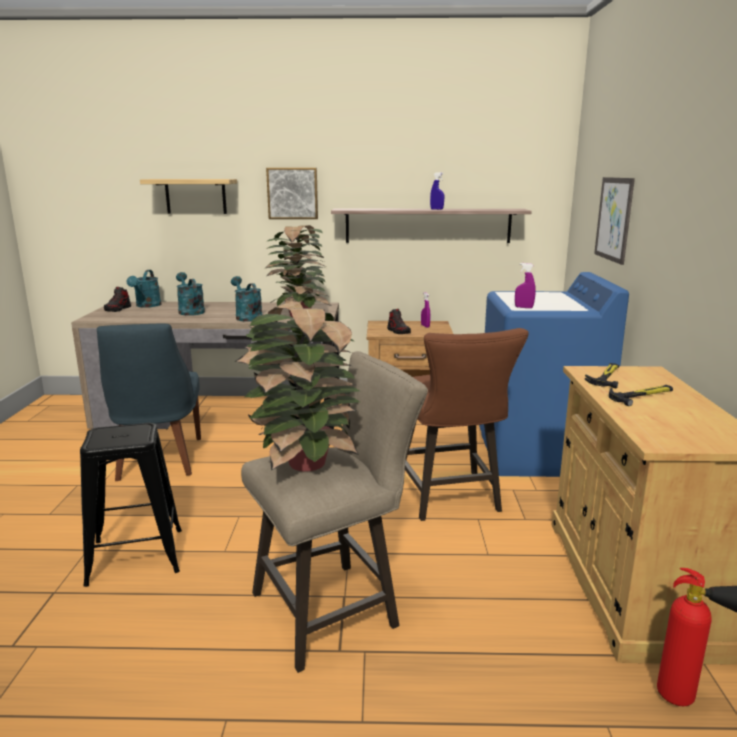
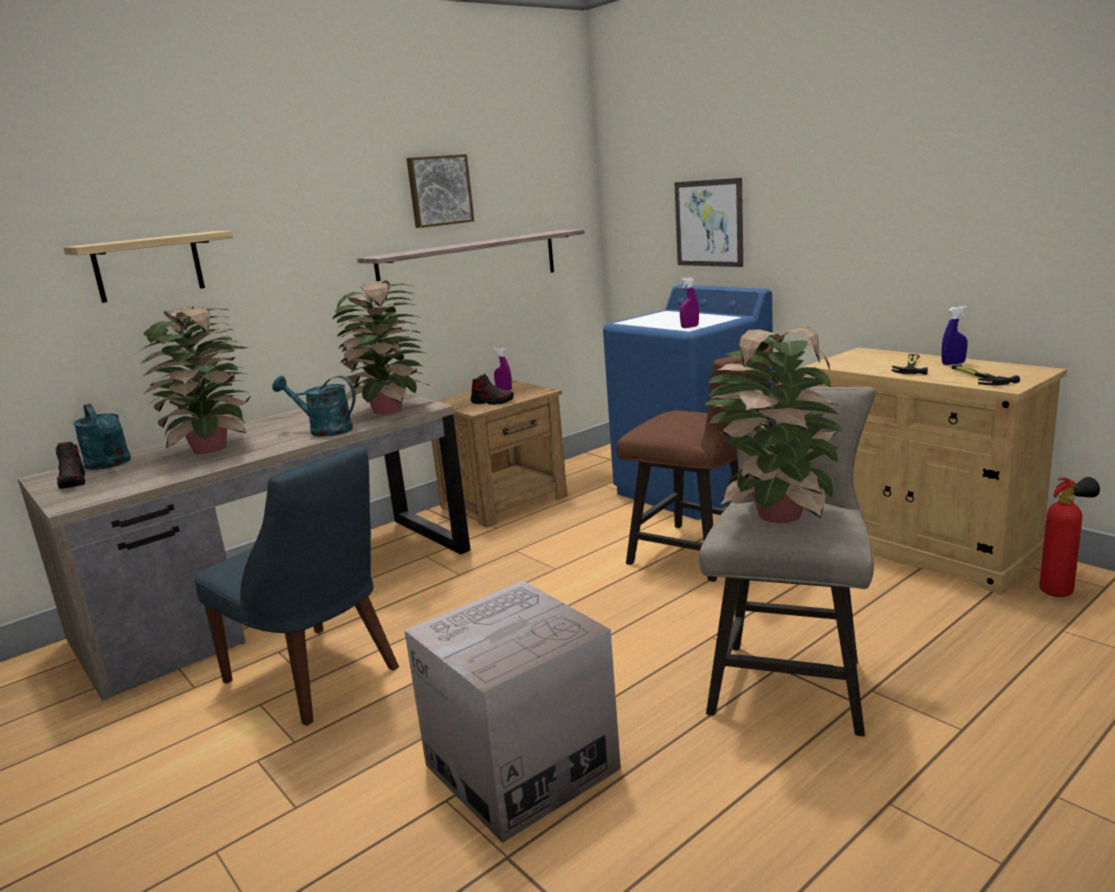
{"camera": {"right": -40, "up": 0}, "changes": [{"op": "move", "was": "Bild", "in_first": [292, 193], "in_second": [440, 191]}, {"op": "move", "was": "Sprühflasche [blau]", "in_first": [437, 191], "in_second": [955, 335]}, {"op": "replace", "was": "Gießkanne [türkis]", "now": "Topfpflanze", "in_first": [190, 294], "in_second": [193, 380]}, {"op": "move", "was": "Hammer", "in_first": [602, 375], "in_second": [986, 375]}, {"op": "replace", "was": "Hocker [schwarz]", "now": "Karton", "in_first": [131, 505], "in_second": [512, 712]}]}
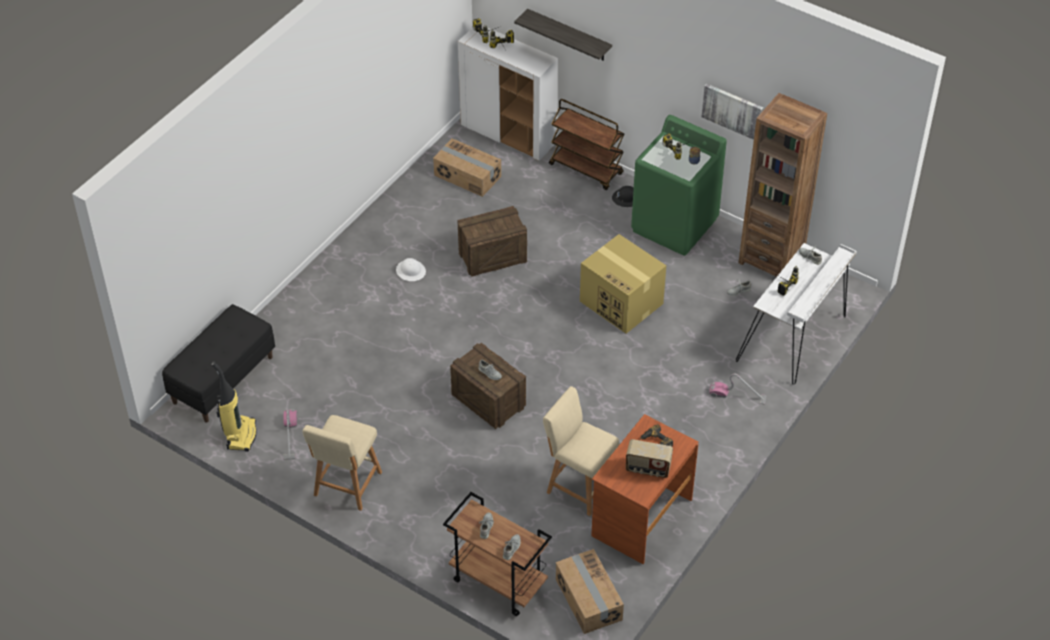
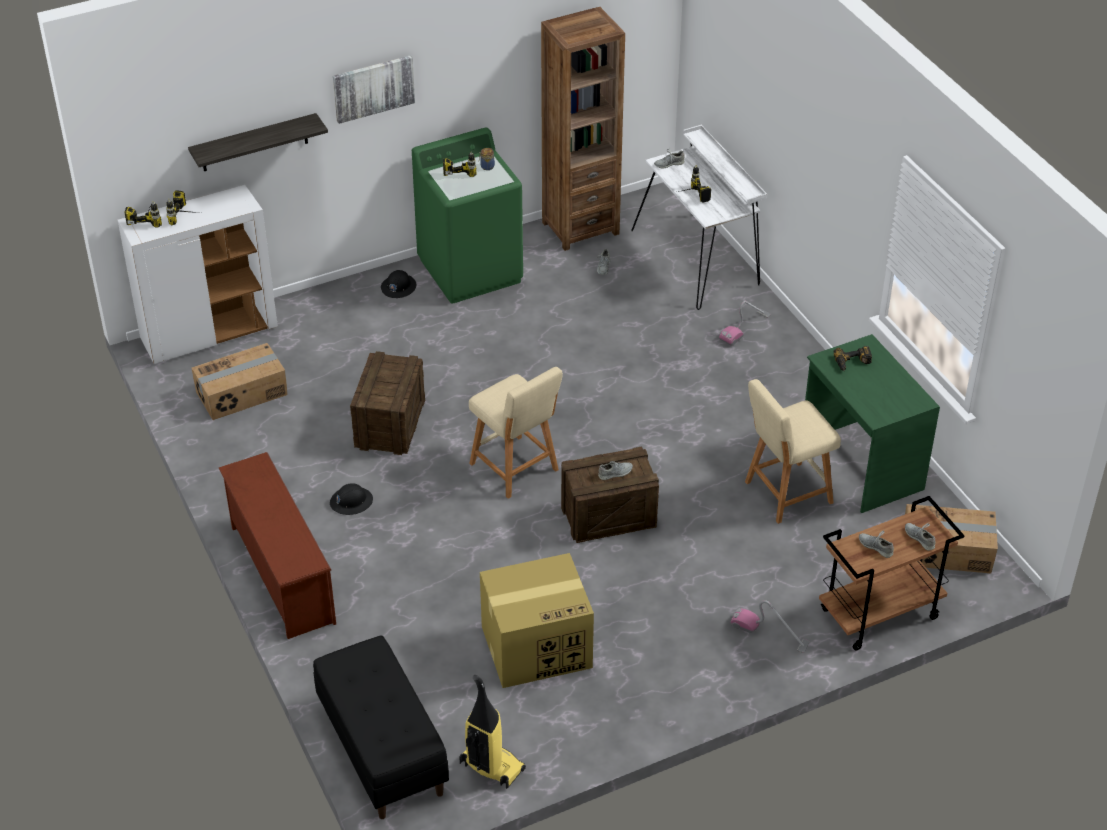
{"camera": {"right": -60, "up": -5}, "changes": [{"op": "move", "was": "Bild", "in_first": [732, 112], "in_second": [374, 89]}, {"op": "delete", "was": "Rollwagen [braun]", "in_first": [586, 144]}, {"op": "move", "was": "Karton", "in_first": [623, 284], "in_second": [537, 620]}, {"op": "recolor", "was": "Schutzhelm [weiß]", "now": "Schutzhelm [schwarz]", "in_first": [411, 269], "in_second": [351, 499]}, {"op": "move", "was": "Staubsauger", "in_first": [290, 434], "in_second": [770, 626]}, {"op": "recolor", "was": "Schreibtisch [braun]", "now": "Schreibtisch [grün]", "in_first": [644, 489], "in_second": [872, 423]}, {"op": "move", "was": "Hocker [beige]", "in_first": [342, 463], "in_second": [516, 433]}, {"op": "delete", "was": "Radio", "in_first": [649, 458]}, {"op": "insert", "now": "Schuhregal [braun]", "in_second": [277, 545]}]}
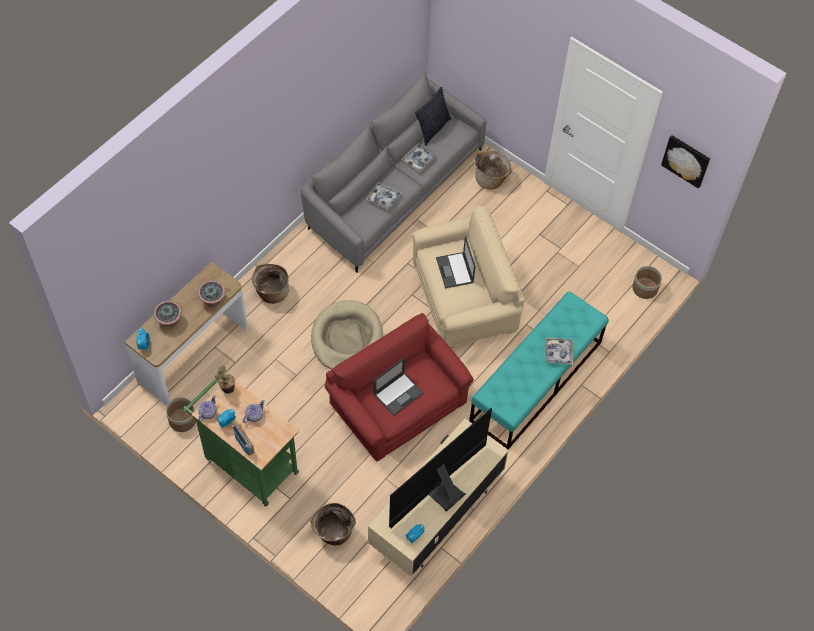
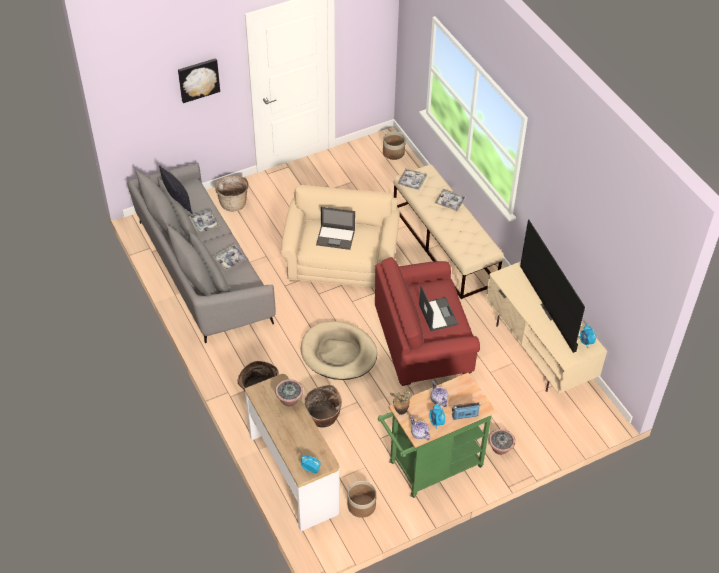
{"camera": {"right": -65, "up": -10}, "changes": [{"op": "move", "was": "Bild", "in_first": [685, 162], "in_second": [199, 80]}, {"op": "recolor", "was": "Bank [türkis]", "now": "Bank [beige]", "in_first": [539, 370], "in_second": [448, 231]}, {"op": "move", "was": "Topfpflanze", "in_first": [168, 314], "in_second": [502, 442]}, {"op": "move", "was": "Korb", "in_first": [333, 524], "in_second": [323, 406]}, {"op": "insert", "now": "Tablett", "in_second": [412, 179]}]}
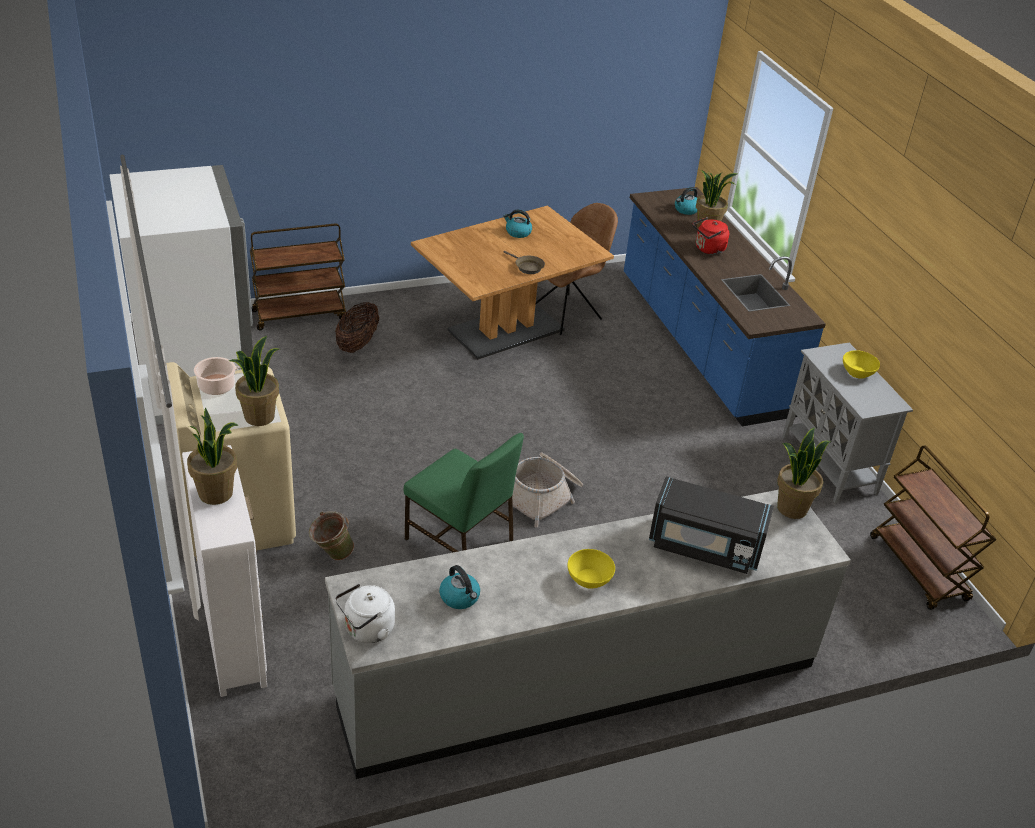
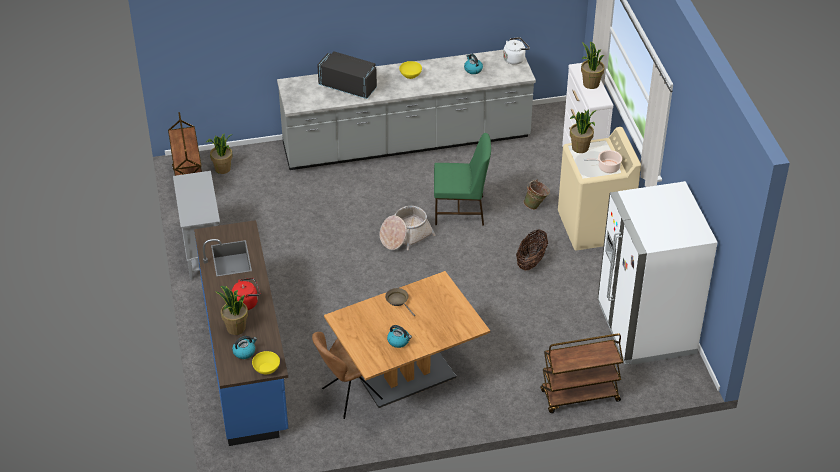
{"camera": {"right": -170, "up": 5}, "changes": [{"op": "move", "was": "Korb", "in_first": [357, 327], "in_second": [532, 249]}, {"op": "move", "was": "Schüssel [gelb]", "in_first": [861, 364], "in_second": [266, 362]}, {"op": "move", "was": "Topfpflanze", "in_first": [803, 473], "in_second": [219, 153]}, {"op": "rotate", "was": "Stuhl [grün]", "in_first": [464, 492], "in_second": [462, 179], "clockwise": 135}]}
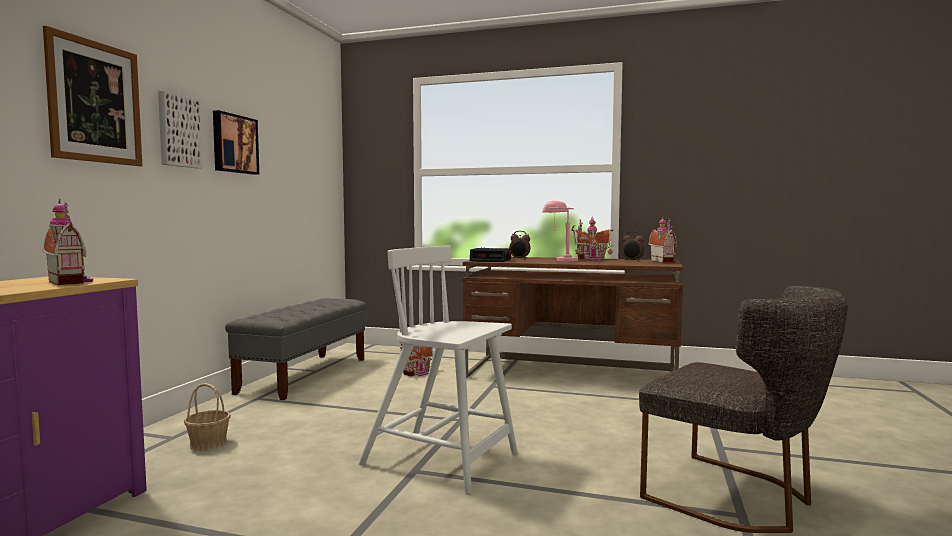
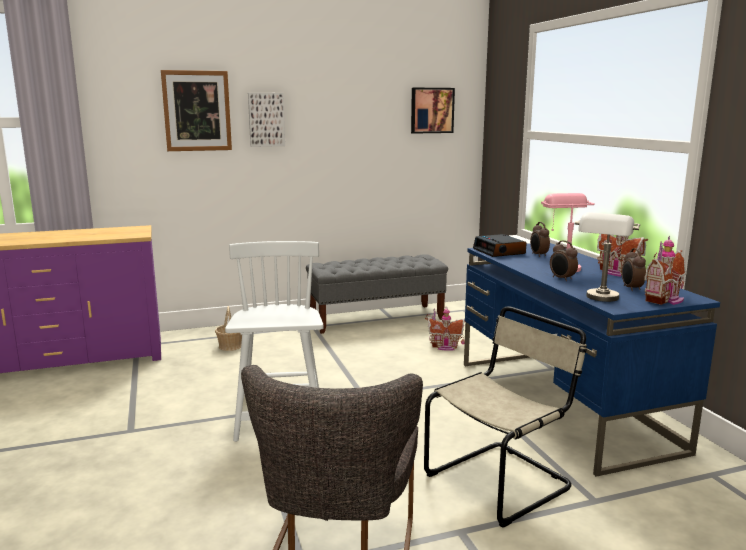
{"camera": {"right": 55, "up": 10}, "changes": [{"op": "move", "was": "Bild", "in_first": [236, 142], "in_second": [433, 111]}, {"op": "delete", "was": "Spielzeughaus", "in_first": [68, 241]}, {"op": "recolor", "was": "Schreibtisch [braun]", "now": "Schreibtisch [blau]", "in_first": [573, 317], "in_second": [592, 360]}, {"op": "insert", "now": "Tischlampe [grau]", "in_second": [607, 257]}, {"op": "insert", "now": "Wecker", "in_second": [564, 260]}, {"op": "insert", "now": "Stuhl [beige]", "in_second": [505, 417]}]}
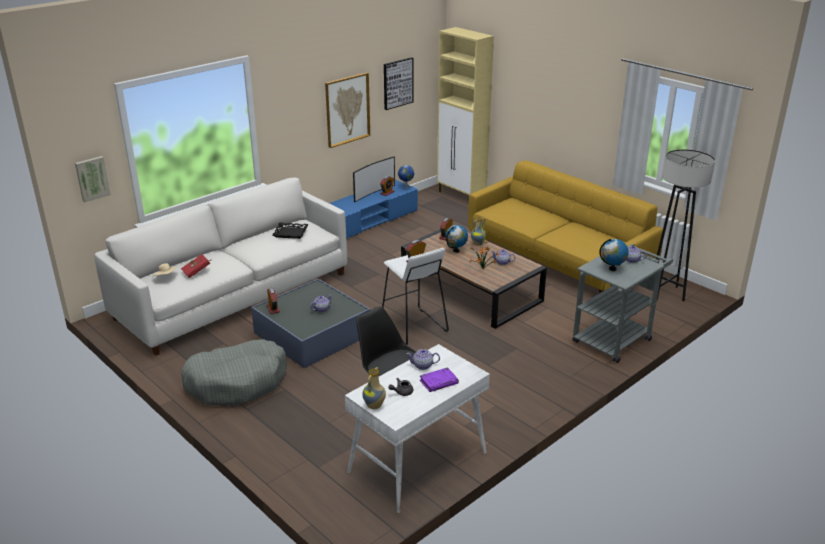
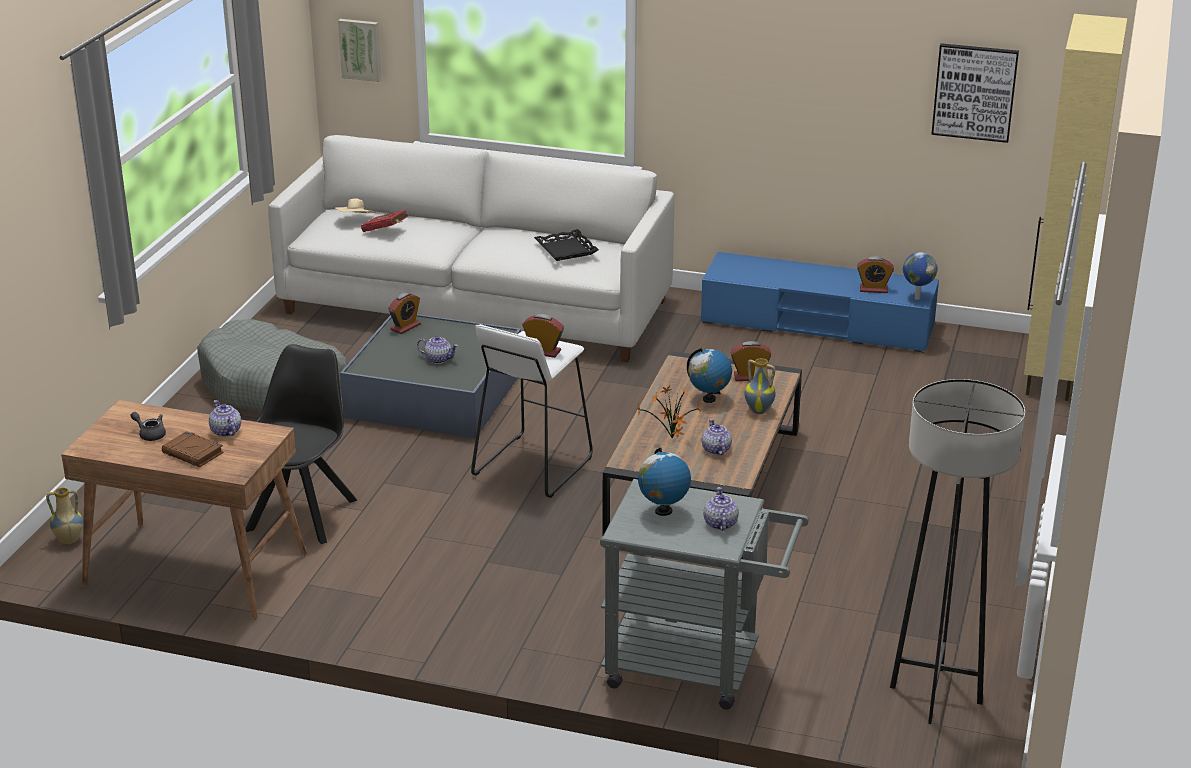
{"camera": {"right": 60, "up": 0}, "changes": [{"op": "delete", "was": "Bild", "in_first": [347, 110]}, {"op": "delete", "was": "Fernseher", "in_first": [374, 179]}, {"op": "delete", "was": "Sofa [gelb]", "in_first": [565, 227]}, {"op": "recolor", "was": "Schreibtisch [weiß]", "now": "Schreibtisch [braun]", "in_first": [417, 428], "in_second": [184, 510]}, {"op": "move", "was": "Vase", "in_first": [374, 388], "in_second": [64, 516]}, {"op": "recolor", "was": "Buch [lila]", "now": "Buch [braun]", "in_first": [439, 379], "in_second": [193, 449]}]}
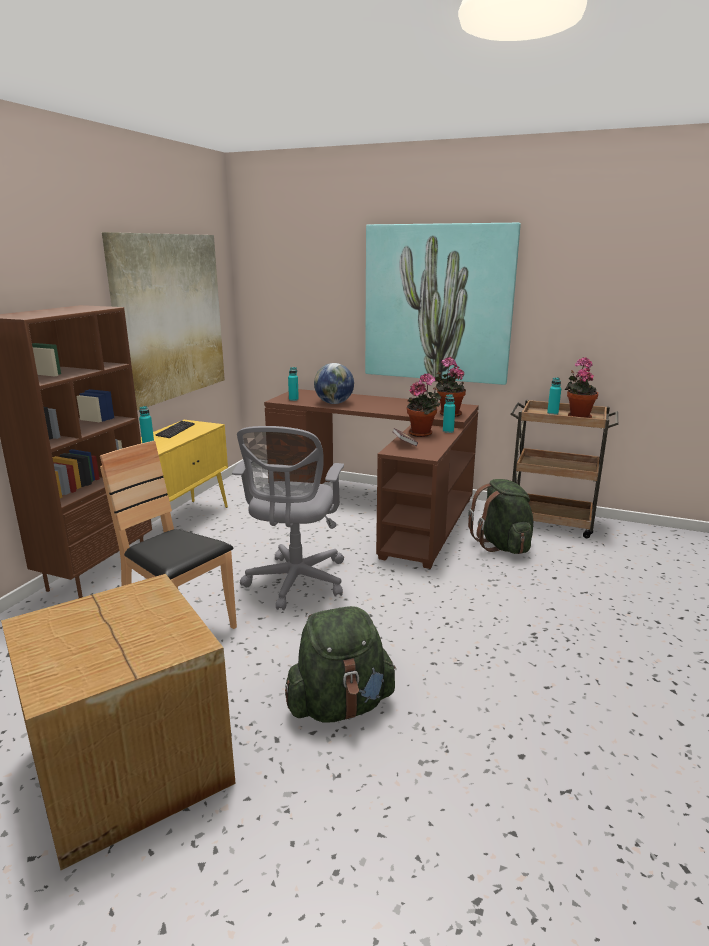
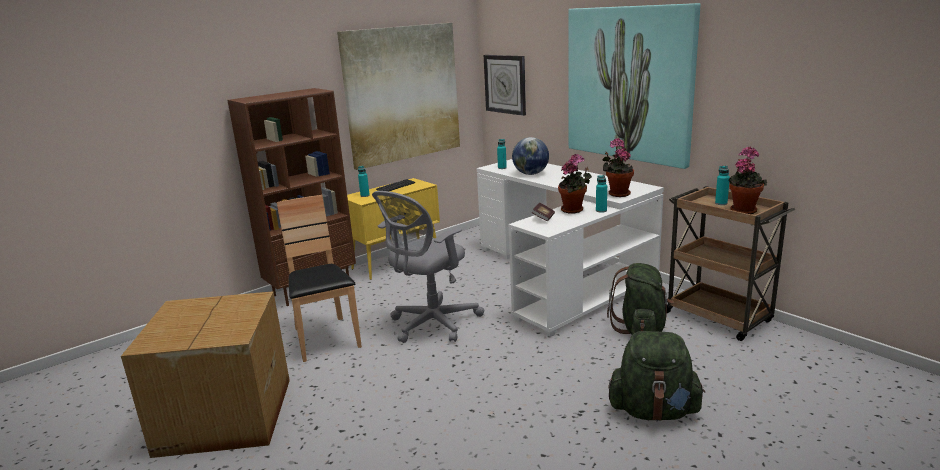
{"camera": {"right": 30, "up": 0}, "changes": [{"op": "recolor", "was": "Schreibtisch [braun]", "now": "Schreibtisch [weiß]", "in_first": [371, 479], "in_second": [570, 248]}, {"op": "move", "was": "Rucksack [grün]", "in_first": [340, 664], "in_second": [656, 376]}, {"op": "insert", "now": "Wanduhr", "in_second": [505, 85]}]}
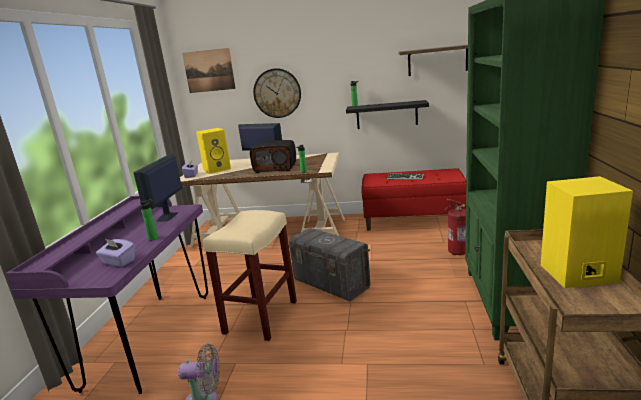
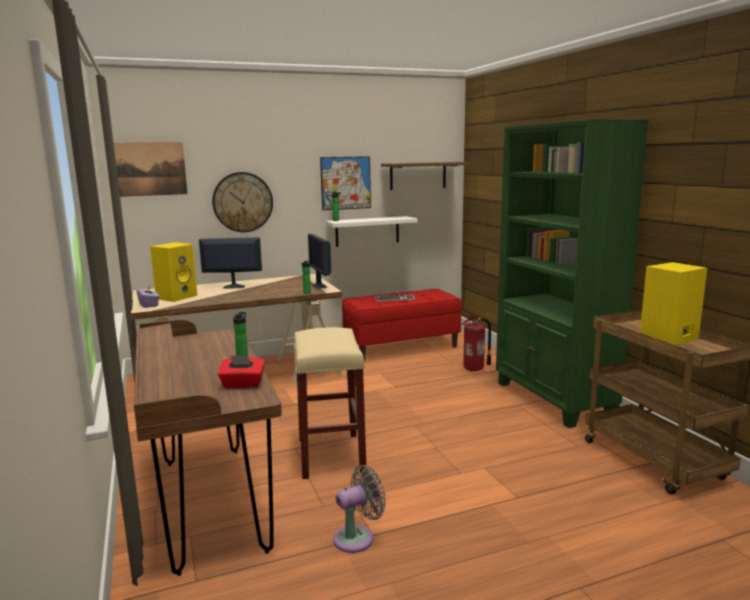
{"camera": {"right": -30, "up": -5}, "changes": [{"op": "recolor", "was": "Wandregal [schwarz]", "now": "Wandregal [weiß]", "in_first": [387, 114], "in_second": [372, 231]}, {"op": "delete", "was": "Radio", "in_first": [273, 156]}, {"op": "move", "was": "Monitor", "in_first": [158, 188], "in_second": [319, 261]}, {"op": "recolor", "was": "Schreibtisch [lila]", "now": "Schreibtisch [braun]", "in_first": [107, 295], "in_second": [208, 447]}, {"op": "delete", "was": "Aufbewahrungsbox [grau]", "in_first": [329, 264]}, {"op": "recolor", "was": "Taschentuchbox [lila]", "now": "Taschentuchbox [rot]", "in_first": [115, 252], "in_second": [241, 372]}, {"op": "insert", "now": "Bild", "in_second": [345, 183]}]}
